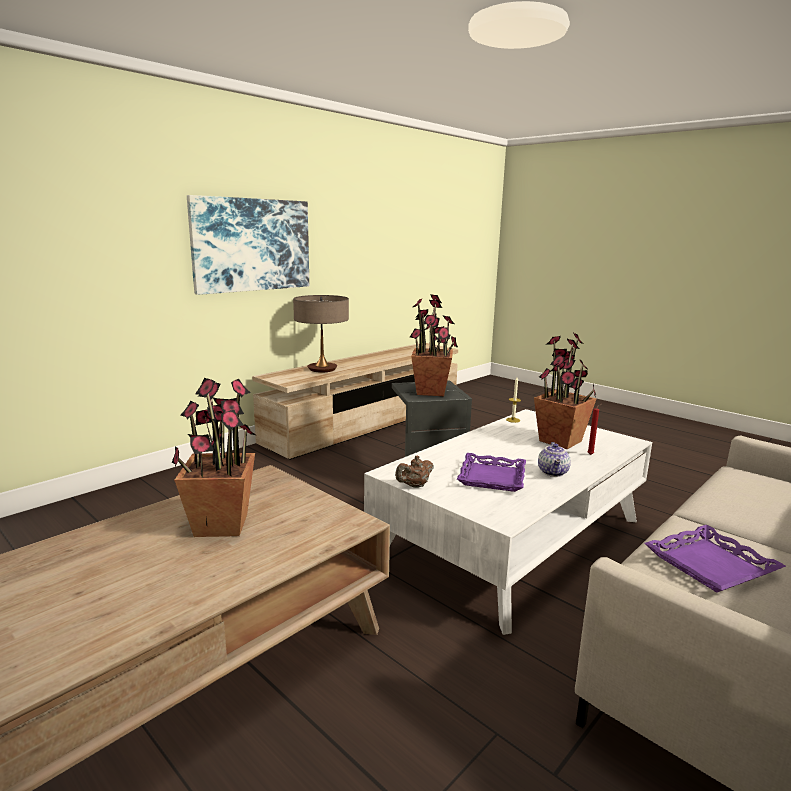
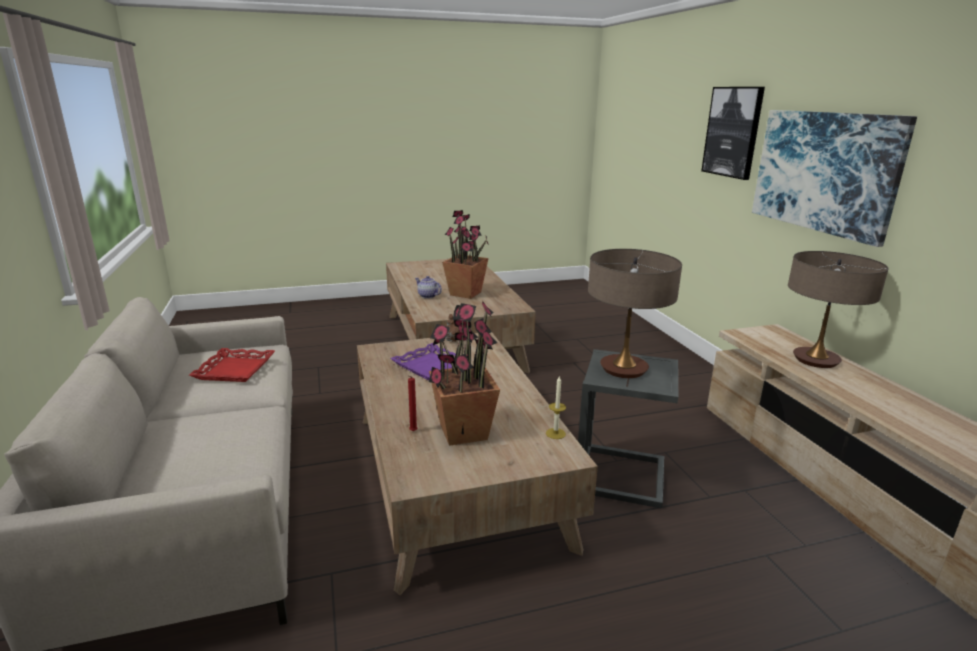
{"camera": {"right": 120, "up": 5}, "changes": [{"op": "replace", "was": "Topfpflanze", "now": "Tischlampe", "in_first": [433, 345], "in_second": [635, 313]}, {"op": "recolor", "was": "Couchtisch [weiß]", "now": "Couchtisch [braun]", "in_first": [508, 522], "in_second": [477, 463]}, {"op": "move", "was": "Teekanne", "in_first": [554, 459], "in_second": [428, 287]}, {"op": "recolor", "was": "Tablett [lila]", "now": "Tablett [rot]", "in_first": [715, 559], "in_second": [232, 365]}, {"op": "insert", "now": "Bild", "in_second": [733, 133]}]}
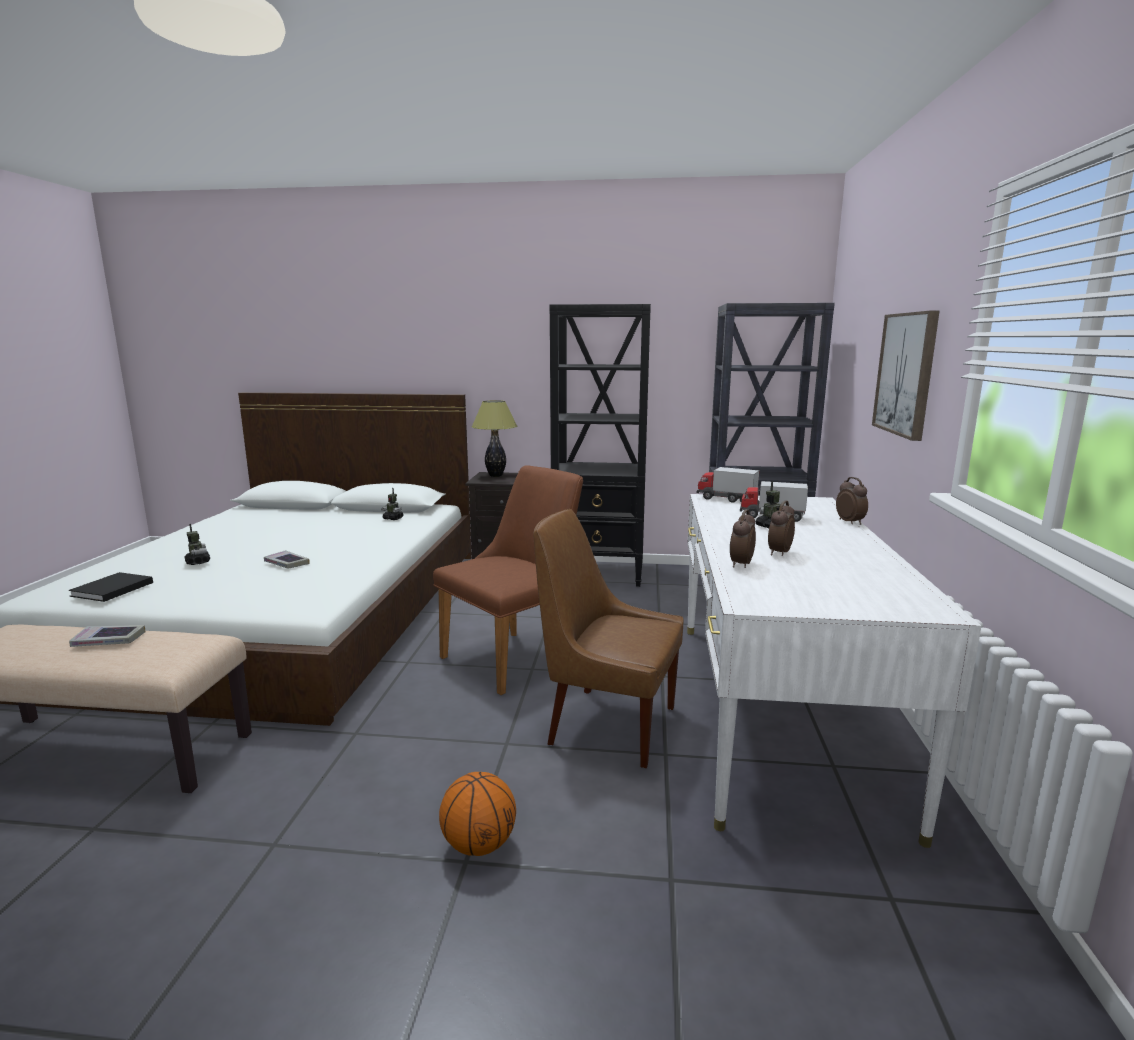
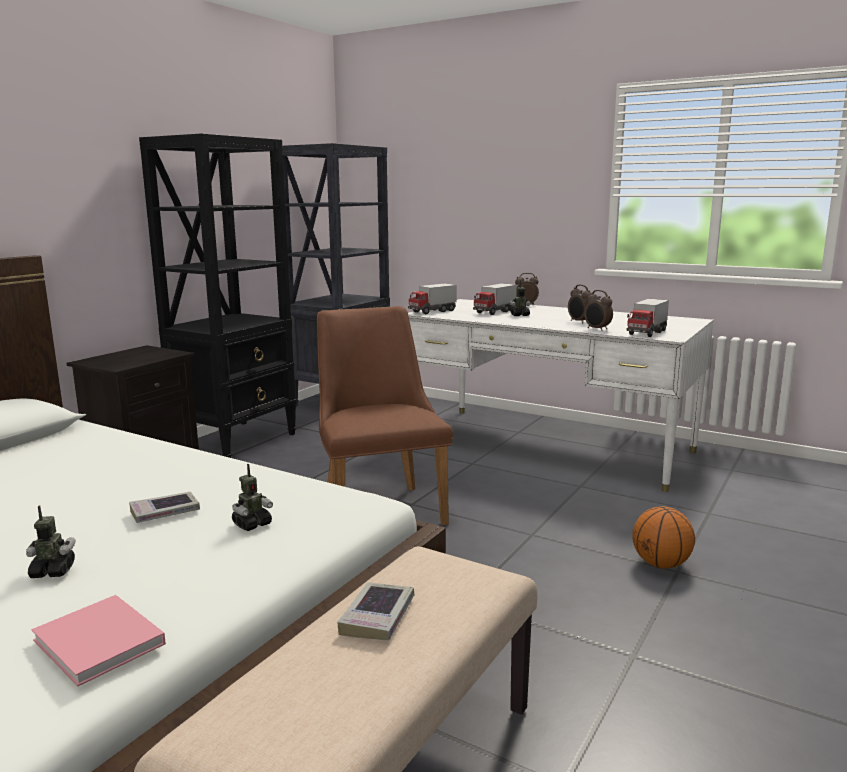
{"camera": {"right": -65, "up": 0}, "changes": [{"op": "delete", "was": "Bild", "in_first": [906, 376]}, {"op": "delete", "was": "Tischlampe", "in_first": [494, 438]}, {"op": "move", "was": "Spielzeugroboter", "in_first": [392, 504], "in_second": [252, 497]}, {"op": "delete", "was": "Stuhl [braun]", "in_first": [608, 638]}, {"op": "recolor", "was": "Buch [schwarz]", "now": "Buch [rosa]", "in_first": [110, 587], "in_second": [98, 641]}, {"op": "insert", "now": "Spielzeuglaster", "in_second": [647, 318]}]}
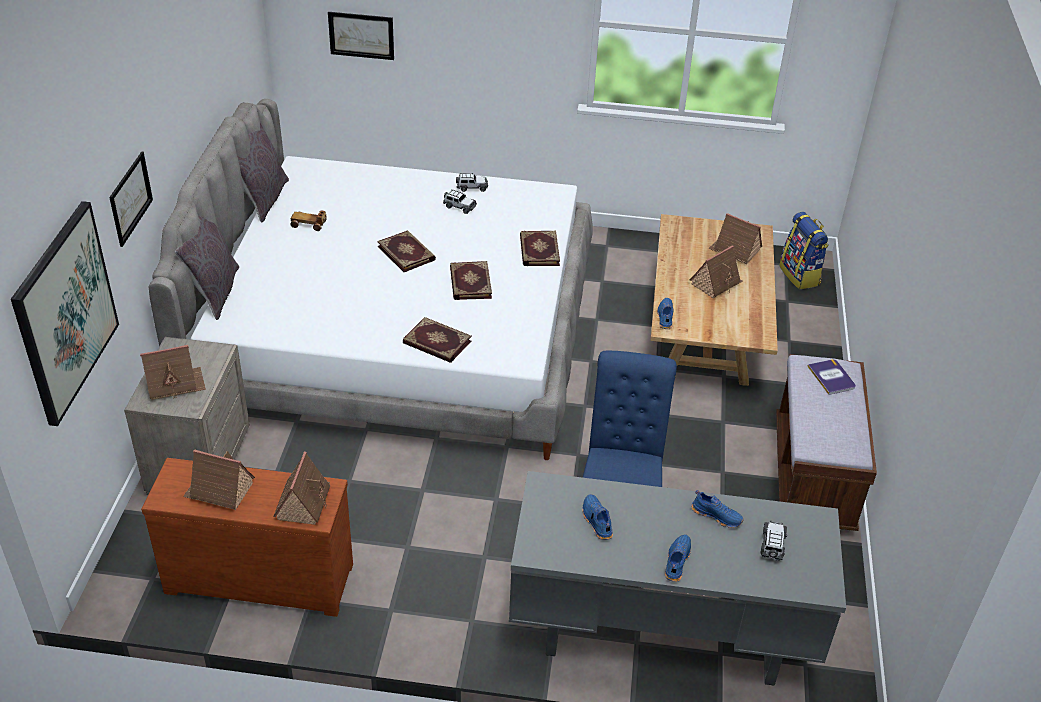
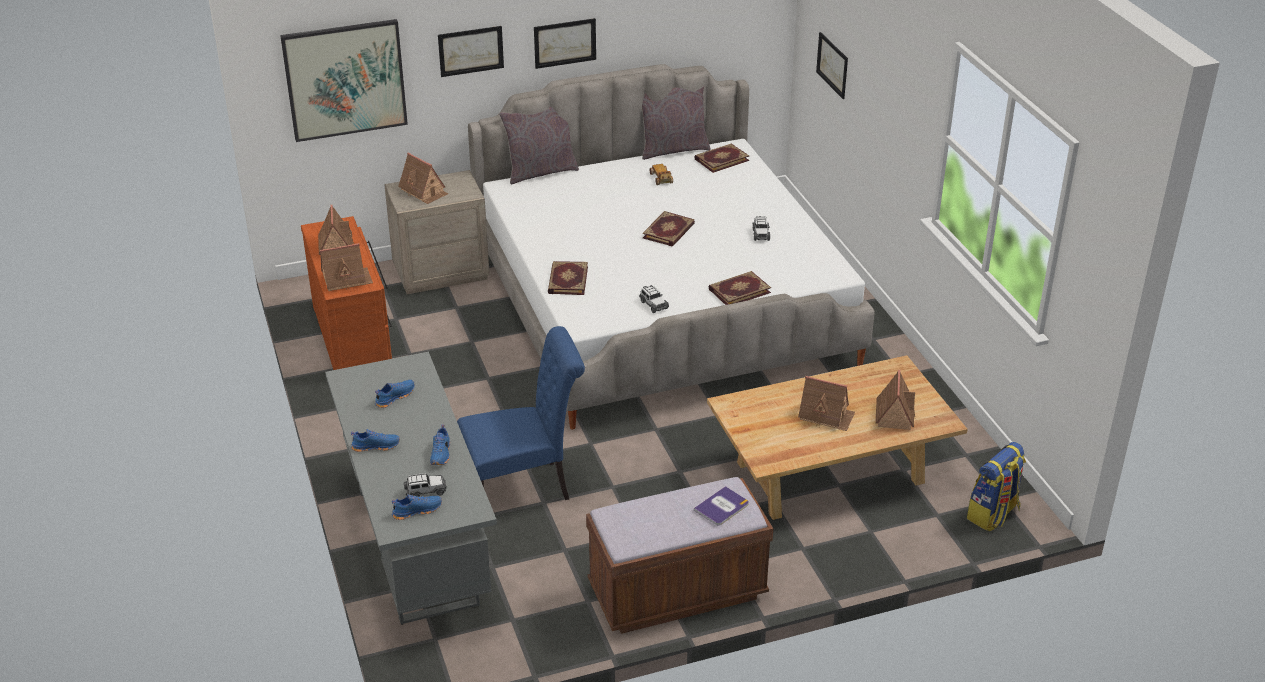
{"camera": {"right": 65, "up": -5}, "changes": [{"op": "move", "was": "Spielzeugauto", "in_first": [472, 182], "in_second": [654, 299]}, {"op": "move", "was": "Buch", "in_first": [471, 280], "in_second": [721, 158]}, {"op": "move", "was": "Schuh [blau]", "in_first": [665, 313], "in_second": [417, 507]}, {"op": "insert", "now": "Bild", "in_second": [565, 43]}]}
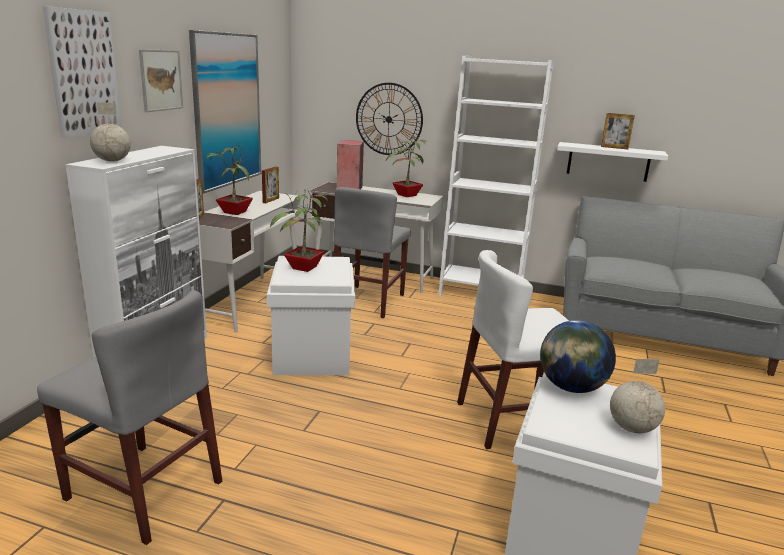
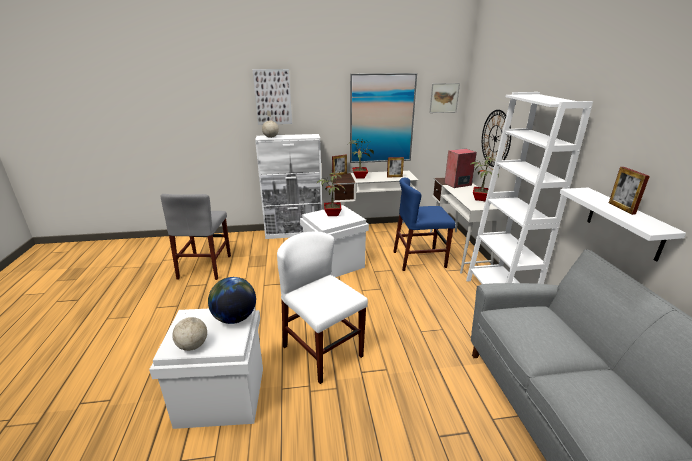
{"camera": {"right": 65, "up": 5}, "changes": [{"op": "move", "was": "Bild", "in_first": [161, 80], "in_second": [444, 98]}, {"op": "recolor", "was": "Stuhl [grau]", "now": "Stuhl [blau]", "in_first": [372, 252], "in_second": [424, 224]}]}
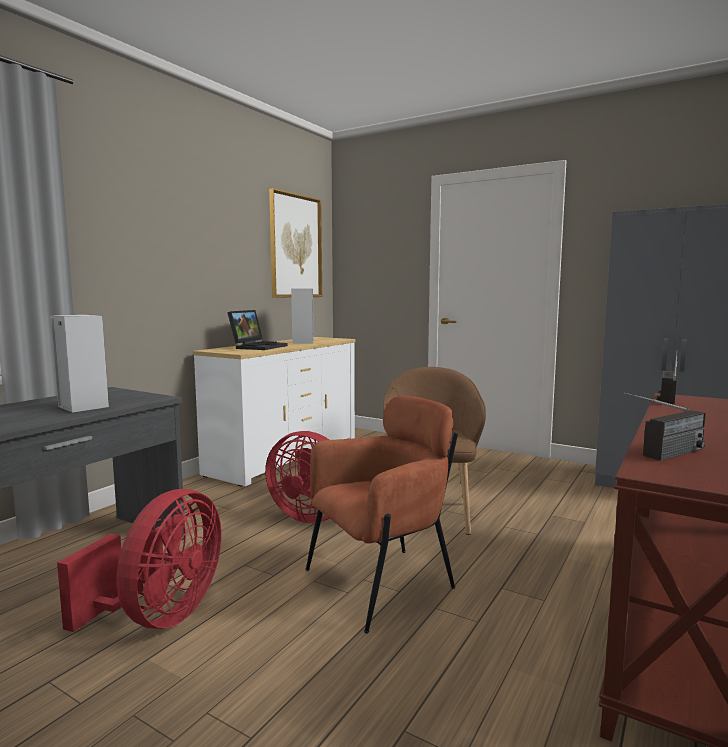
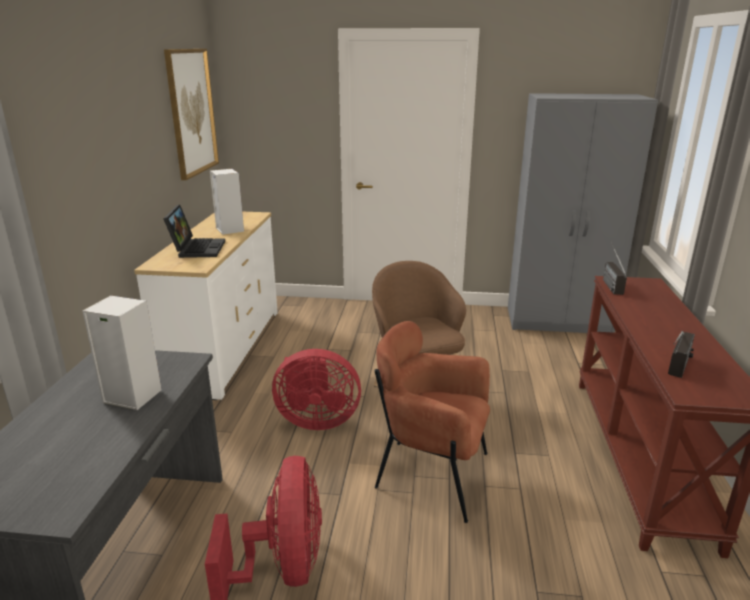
{"camera": {"right": -25, "up": 15}, "changes": [{"op": "rotate", "was": "Sessel [braun]", "in_first": [381, 514], "in_second": [432, 422], "clockwise": -105}]}
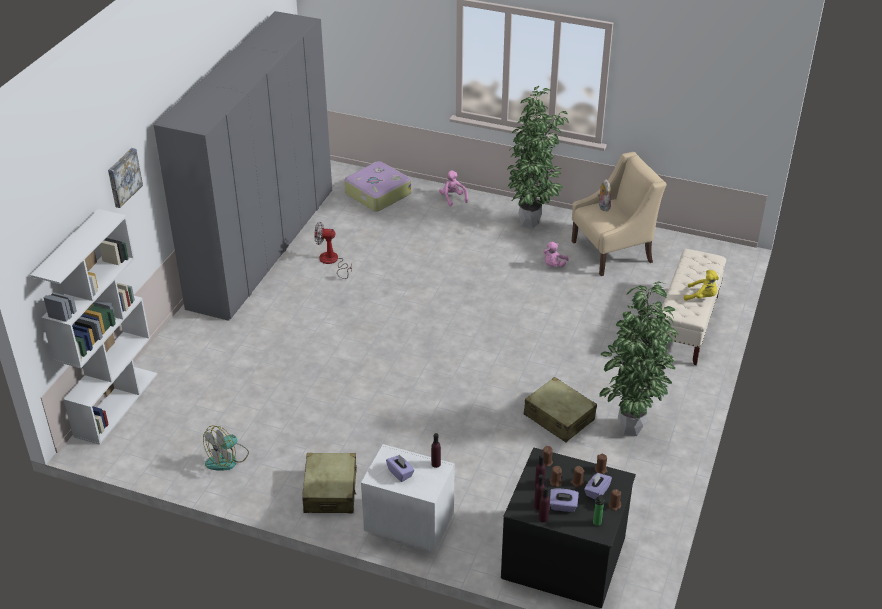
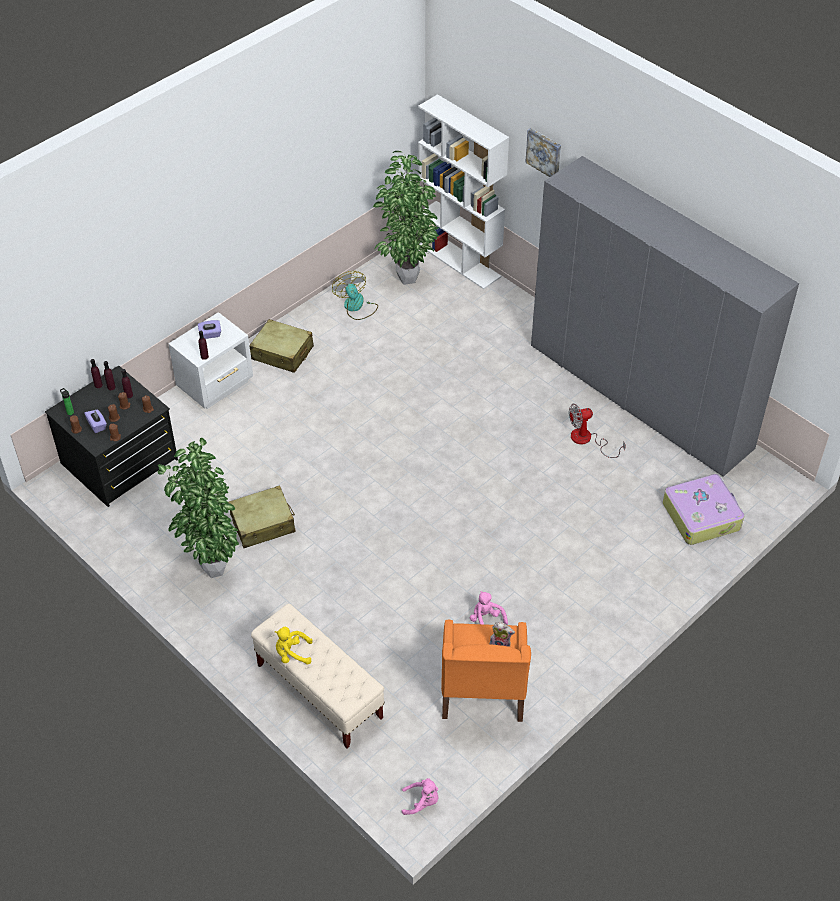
{"camera": {"right": 115, "up": 10}, "changes": [{"op": "move", "was": "Topfpflanze", "in_first": [538, 157], "in_second": [406, 218]}, {"op": "recolor", "was": "Sessel [beige]", "now": "Sessel [orange]", "in_first": [619, 214], "in_second": [486, 671]}, {"op": "move", "was": "Plüschtier [rosa]", "in_first": [453, 188], "in_second": [420, 796]}, {"op": "rotate", "was": "Ventilator", "in_first": [333, 250], "in_second": [597, 431], "clockwise": -135}, {"op": "rotate", "was": "Plüschtier [gelb]", "in_first": [701, 285], "in_second": [294, 645], "clockwise": 45}, {"op": "delete", "was": "Taschentuchbox [lila]", "in_first": [564, 500]}]}
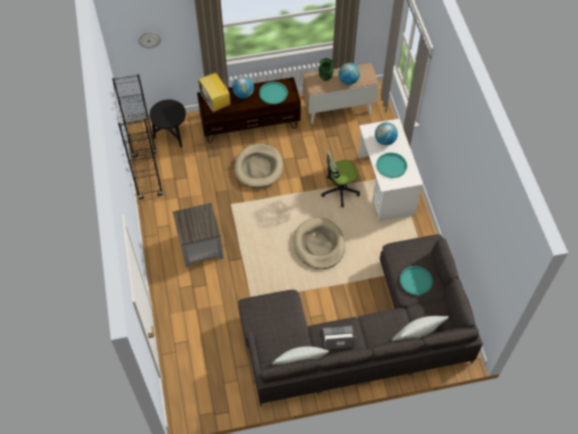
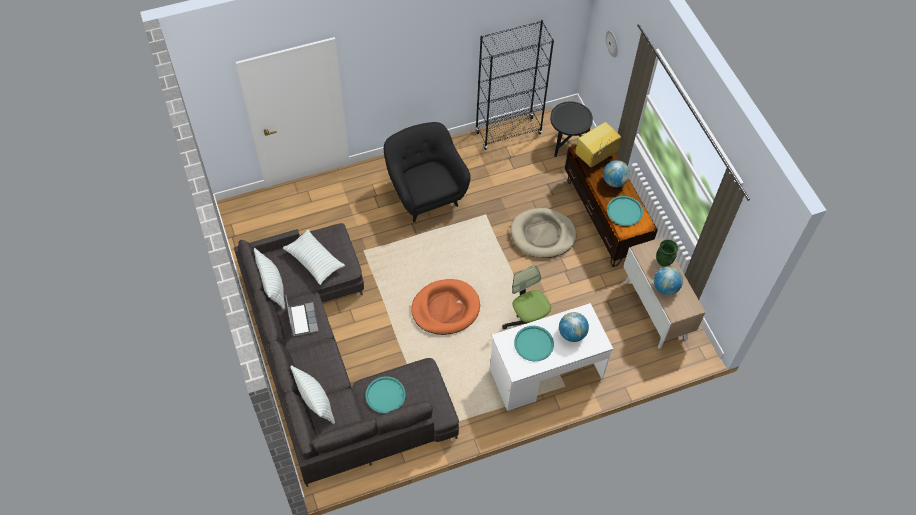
{"camera": {"right": 80, "up": 0}, "changes": [{"op": "replace", "was": "Beistelltisch [grau]", "now": "Sessel [schwarz]", "in_first": [198, 235], "in_second": [427, 172]}, {"op": "recolor", "was": "Hundebett [beige]", "now": "Hundebett [orange]", "in_first": [319, 243], "in_second": [445, 307]}, {"op": "insert", "now": "Kissen", "in_second": [314, 257]}]}
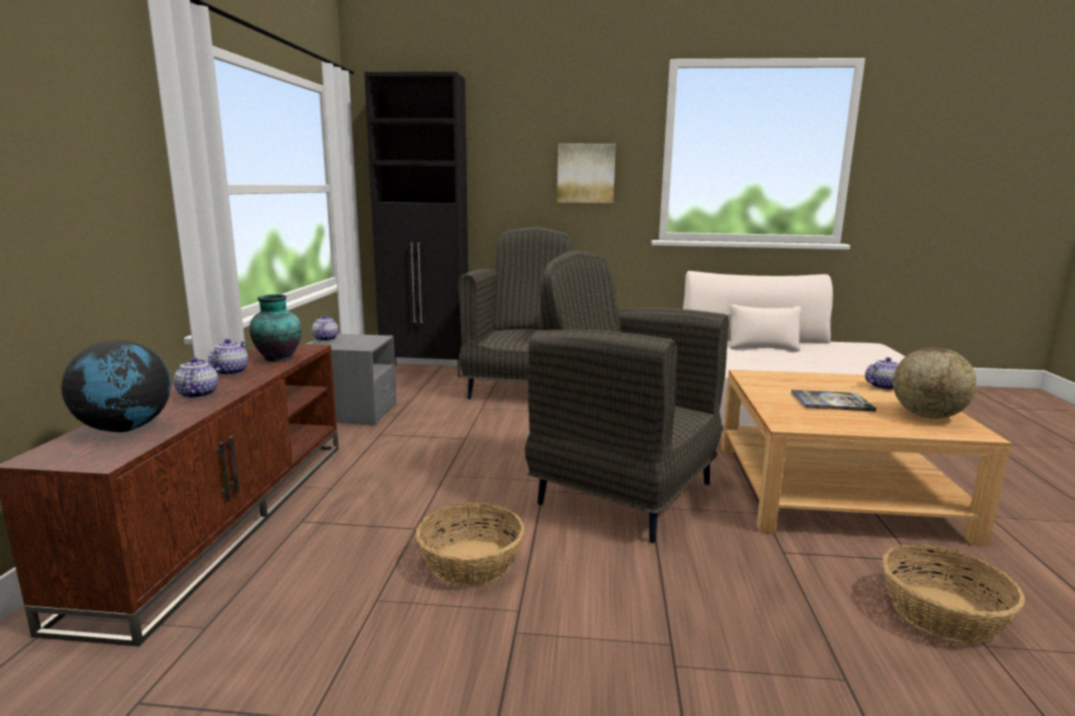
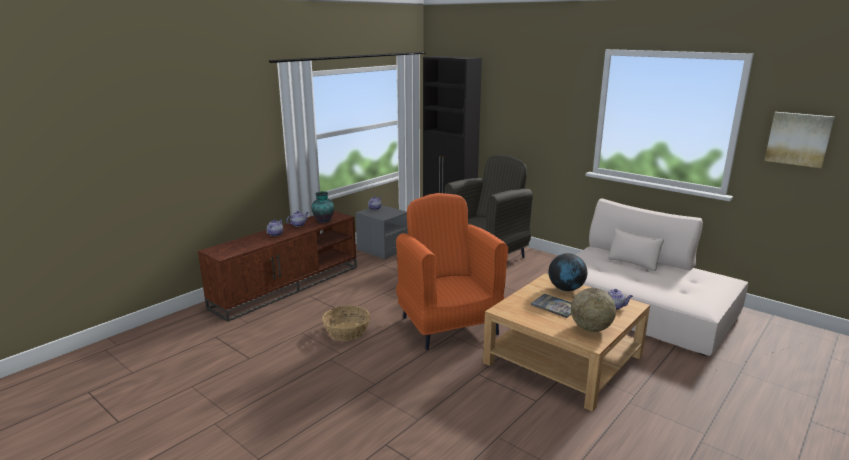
{"camera": {"right": 35, "up": 5}, "changes": [{"op": "move", "was": "Bild", "in_first": [586, 173], "in_second": [800, 140]}, {"op": "recolor", "was": "Sessel [grau]", "now": "Sessel [orange]", "in_first": [627, 396], "in_second": [452, 271]}, {"op": "move", "was": "Globus", "in_first": [116, 386], "in_second": [568, 272]}, {"op": "delete", "was": "Korb", "in_first": [954, 594]}]}
